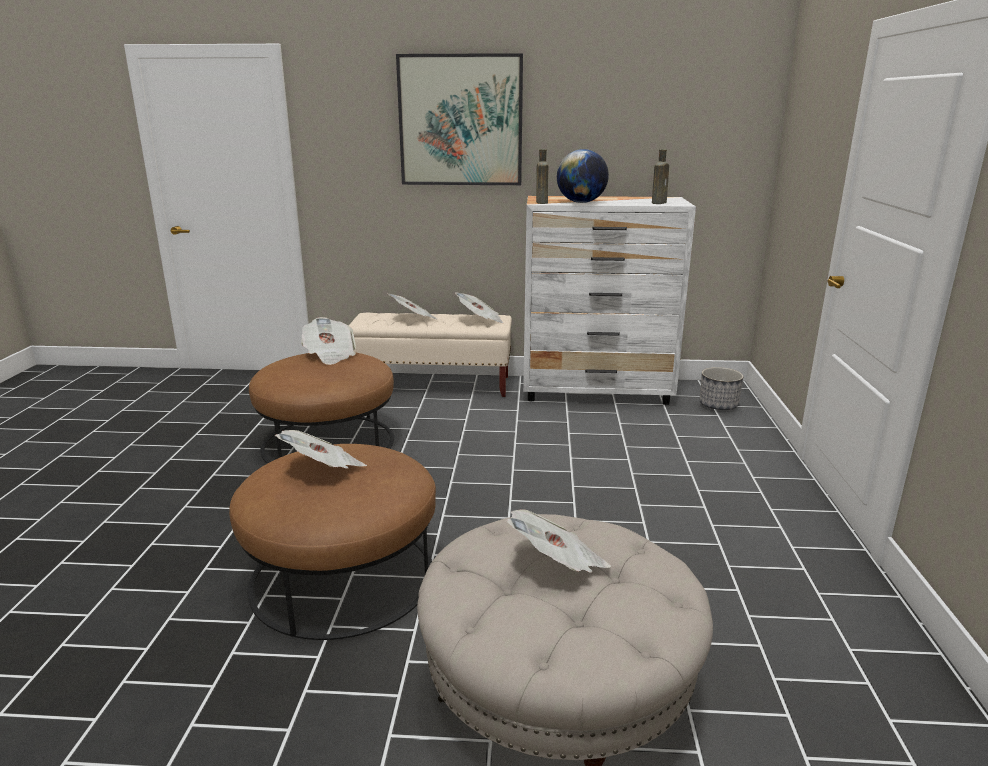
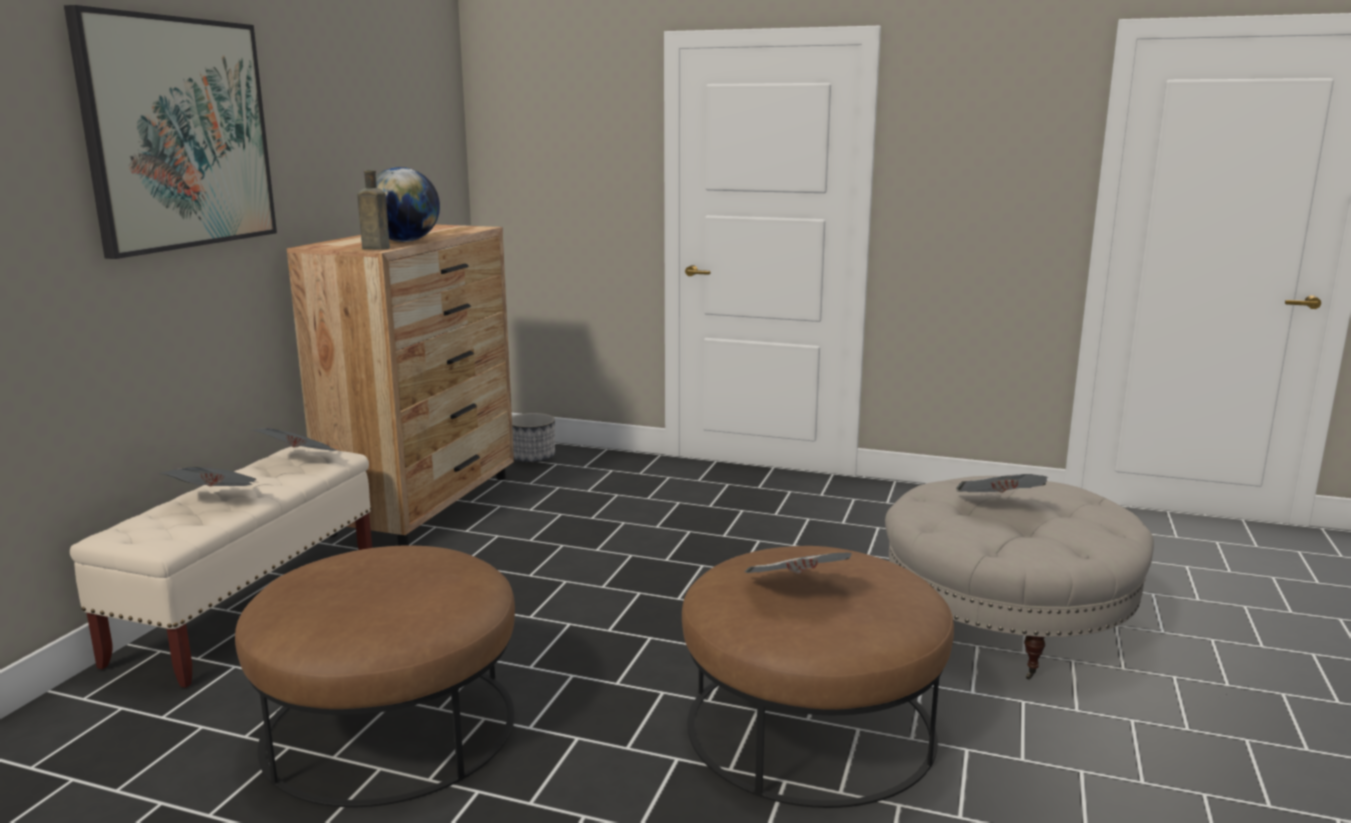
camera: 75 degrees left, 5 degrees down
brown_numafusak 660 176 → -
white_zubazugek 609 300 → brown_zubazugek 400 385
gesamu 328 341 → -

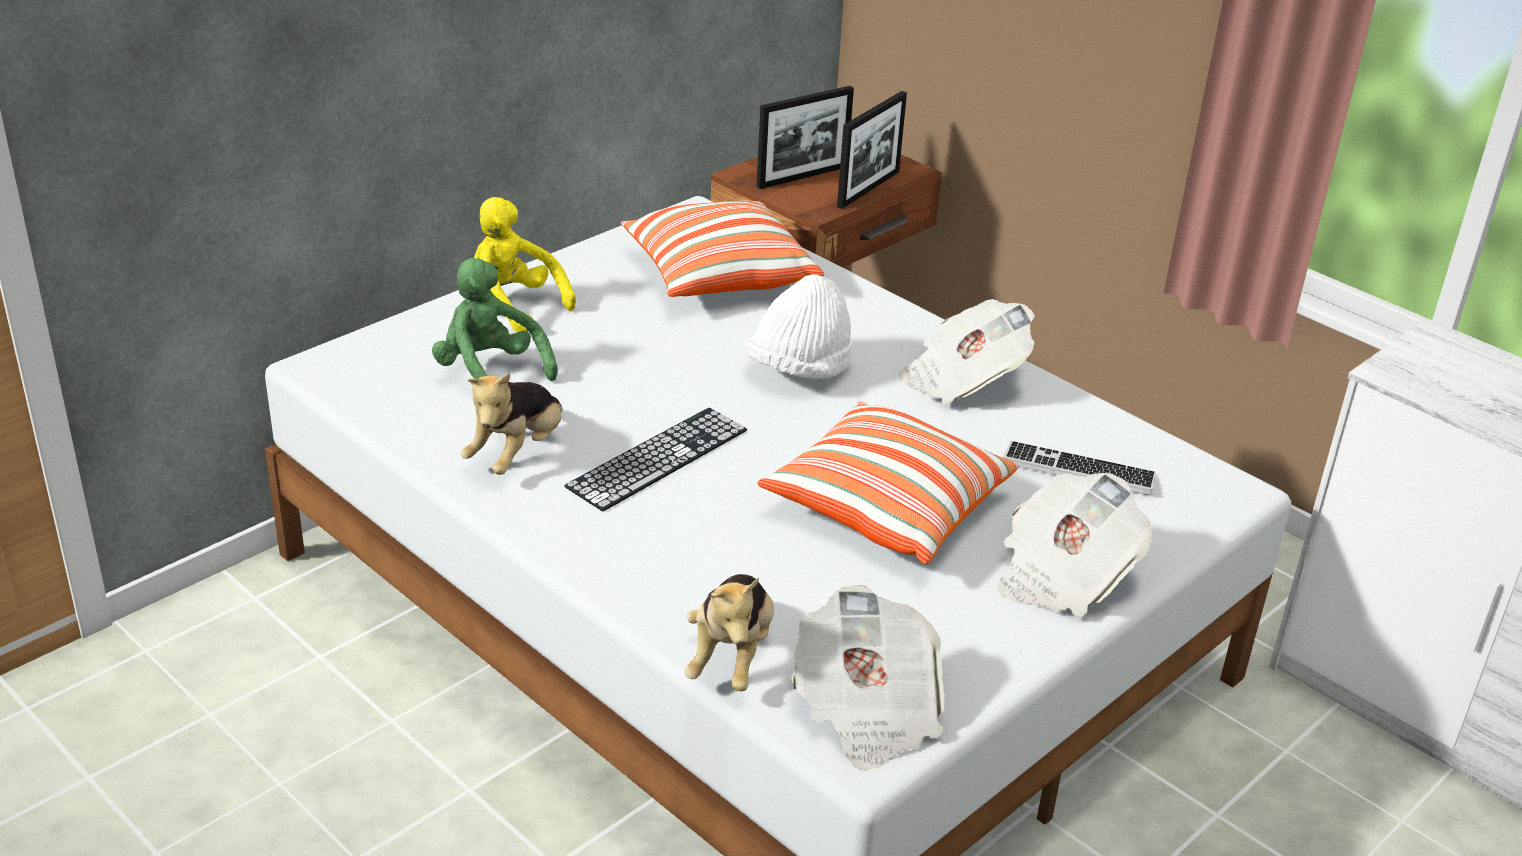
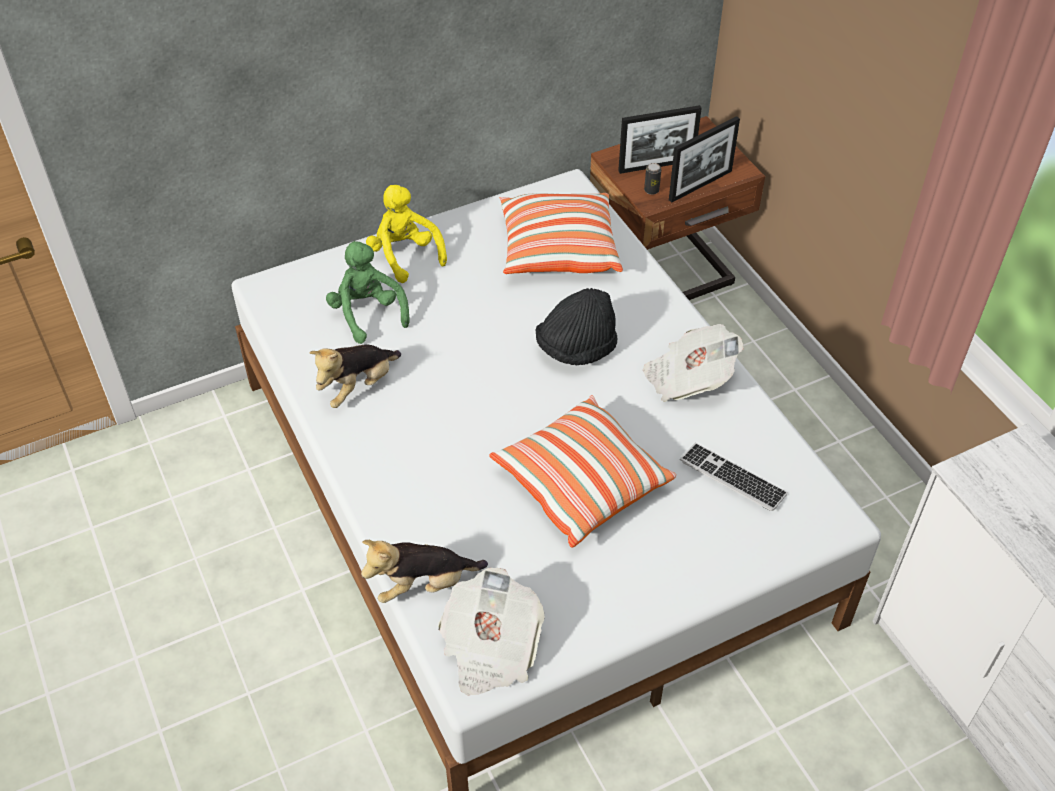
camera: 20 degrees right, 15 degrees up
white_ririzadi 799 326 → black_ririzadi 576 326
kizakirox 655 460 → -
gesamu 1074 544 → -
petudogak 729 633 → petudogak 424 571, 45 degrees clockwise
- → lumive 652 179

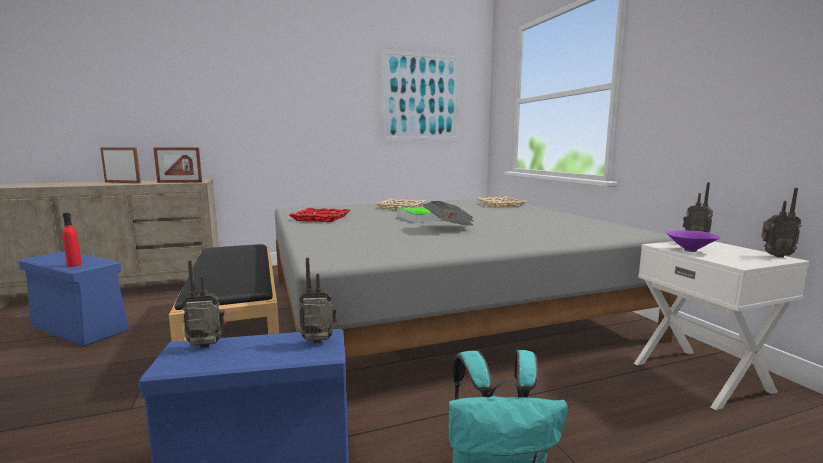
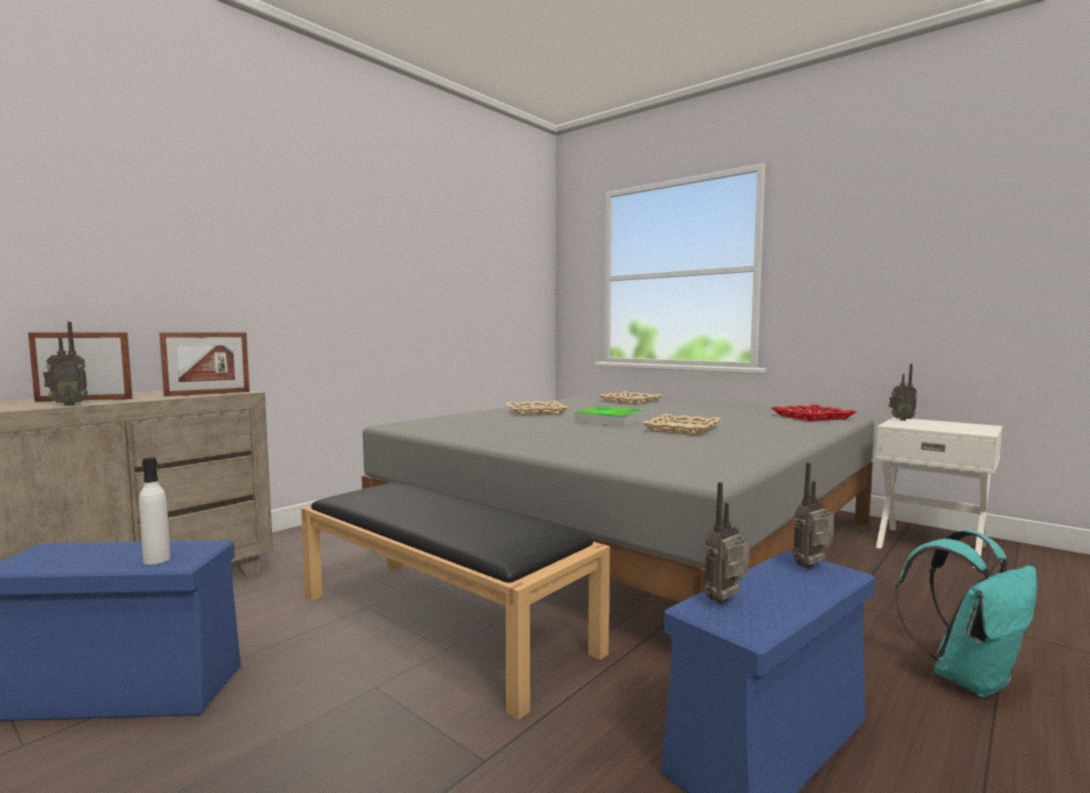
camera: 30 degrees left, 5 degrees down
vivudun 421 95 → -
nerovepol 781 223 → nerovepol 65 364, relocated
gesamu 448 213 → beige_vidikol 682 424
red_vidikol 319 215 → red_vidikol 813 413, relocated
red_numafusak 72 240 → white_numafusak 155 511
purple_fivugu 694 241 → -

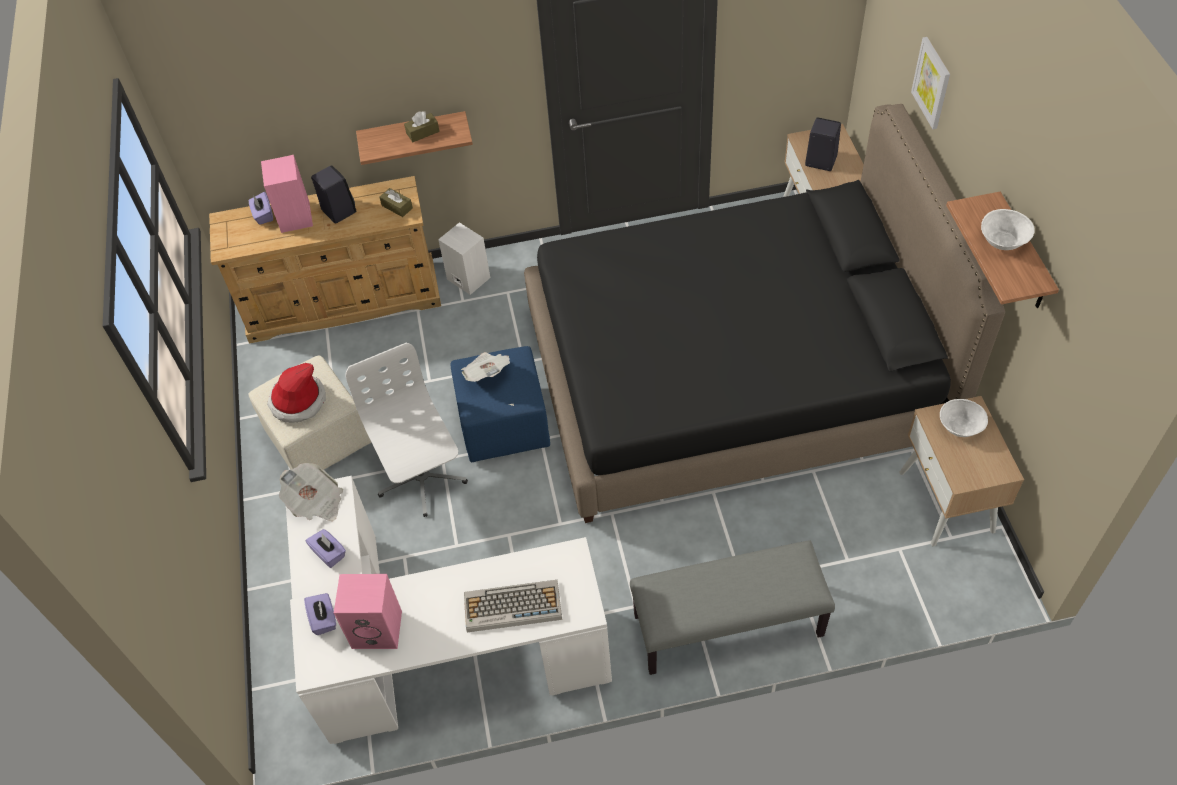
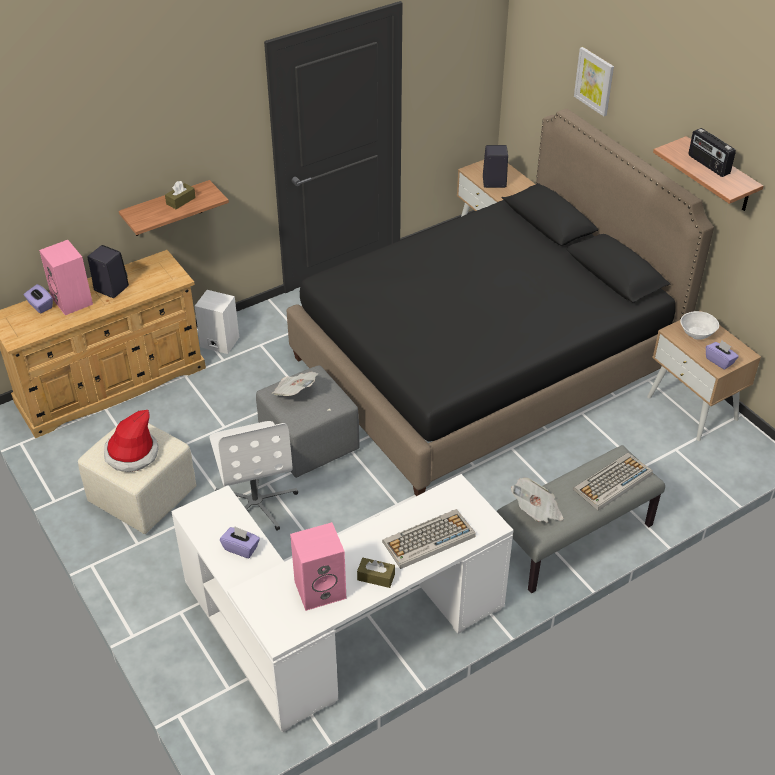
camera: 25 degrees left, 10 degrees down
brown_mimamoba 396 202 → brown_mimamoba 376 573, relocated
white_fivugu 1008 229 → nerovepol 712 152
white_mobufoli 406 430 → white_mobufoli 253 476, 150 degrees counterclockwise
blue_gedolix 500 404 → grey_gedolix 308 421
gesamu 311 492 → gesamu 537 500, relocated
purple_mimamoba 320 614 → purple_mimamoba 722 355, relocated
- → kizakirox 613 481

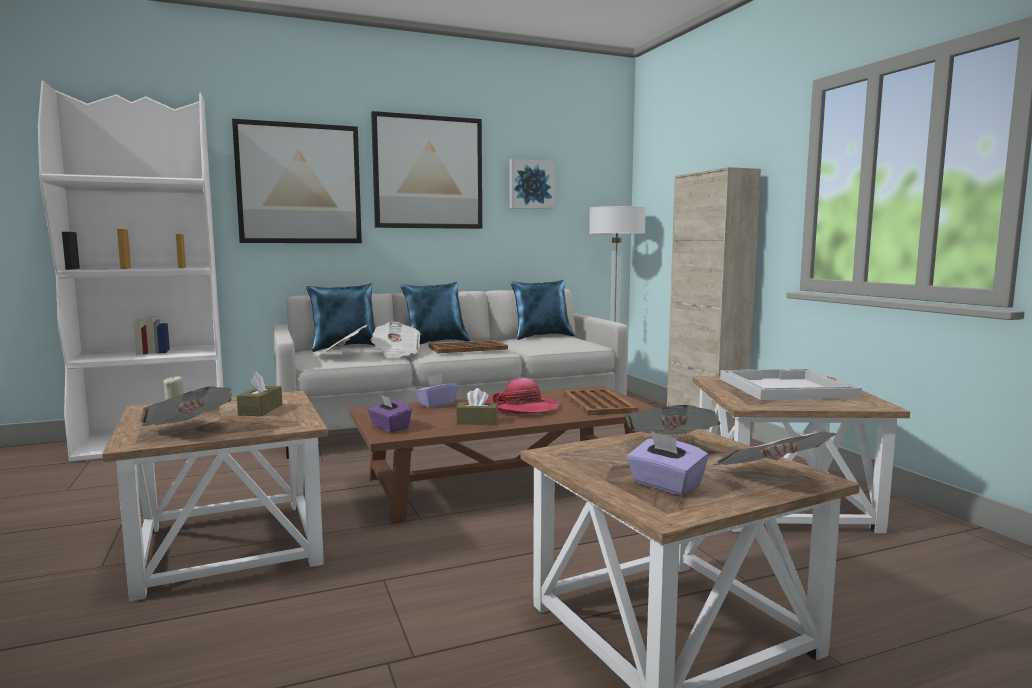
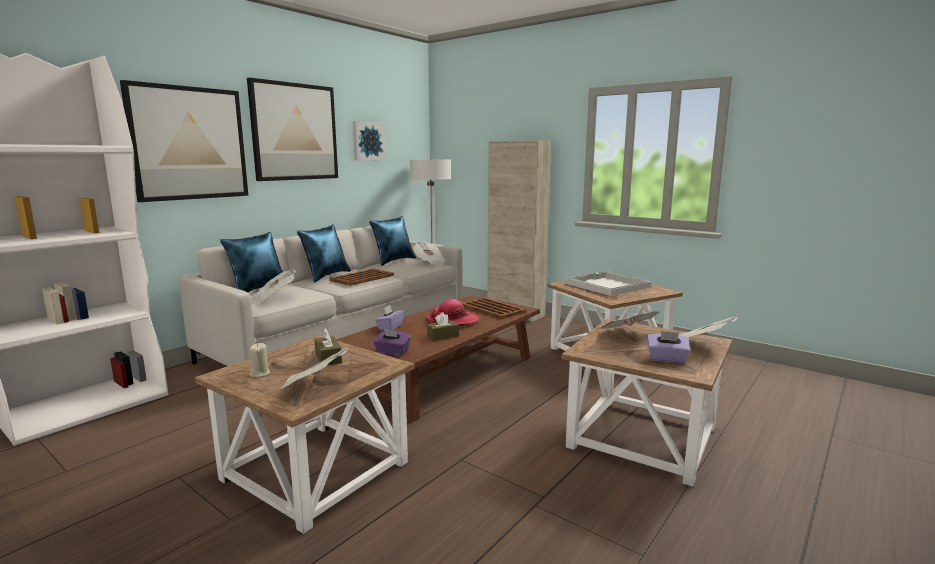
camera: 30 degrees left, 5 degrees up
gesamu 396 340 → gesamu 430 254, relocated

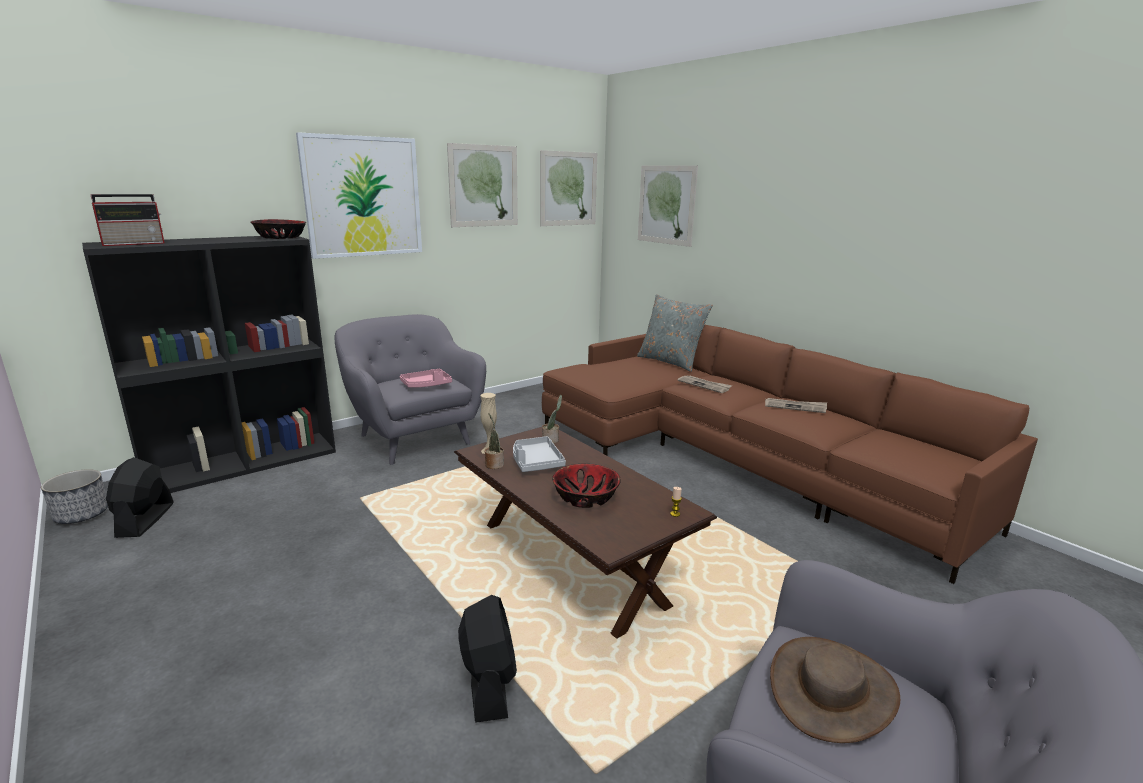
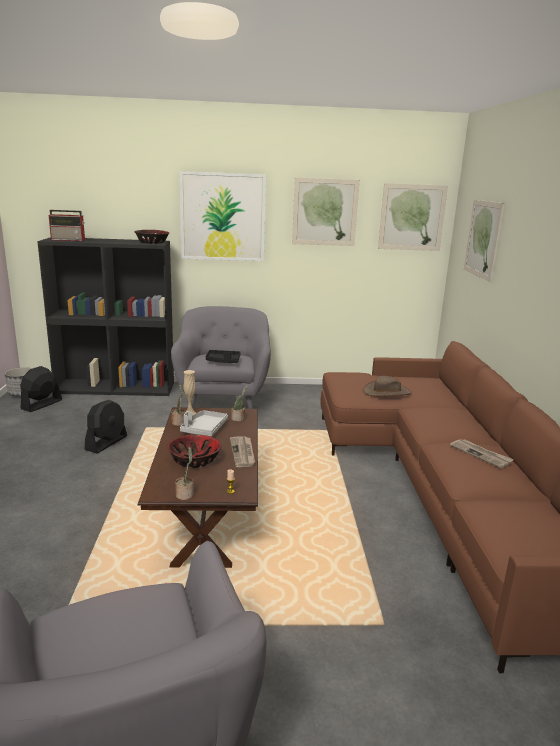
camera: 35 degrees right, 0 degrees up
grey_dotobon 675 333 → -
pink_vidikol 426 378 → black_vidikol 223 356
gesamu 704 384 → gesamu 242 451, relocated
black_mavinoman 487 659 → black_mavinoman 106 427, relocated
brown_ririzadi 835 690 → brown_ririzadi 387 386, relocated
- → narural 184 473

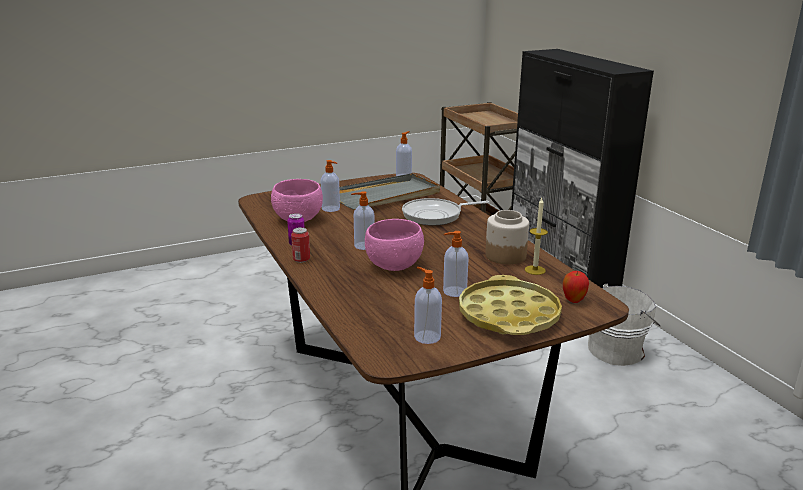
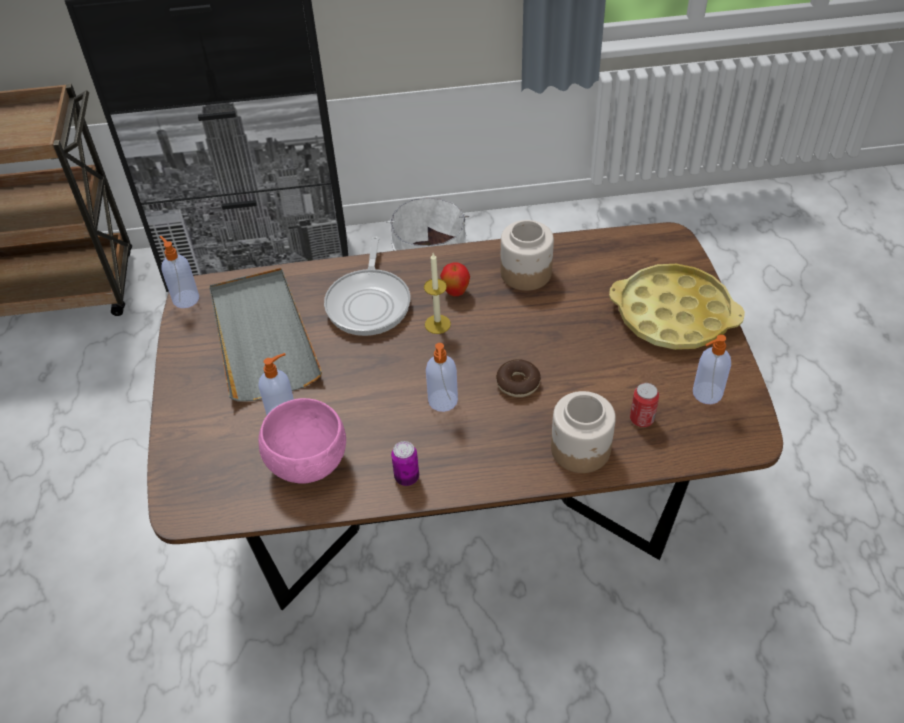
camera: 70 degrees left, 25 degrees up
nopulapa 536 236 → nopulapa 437 293, relocated
pink_fivugu 394 245 → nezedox 518 378
lumive 300 245 → lumive 644 405, relocated
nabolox 456 264 → -
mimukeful 576 287 → mimukeful 455 279, relocated
- → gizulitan 583 432

